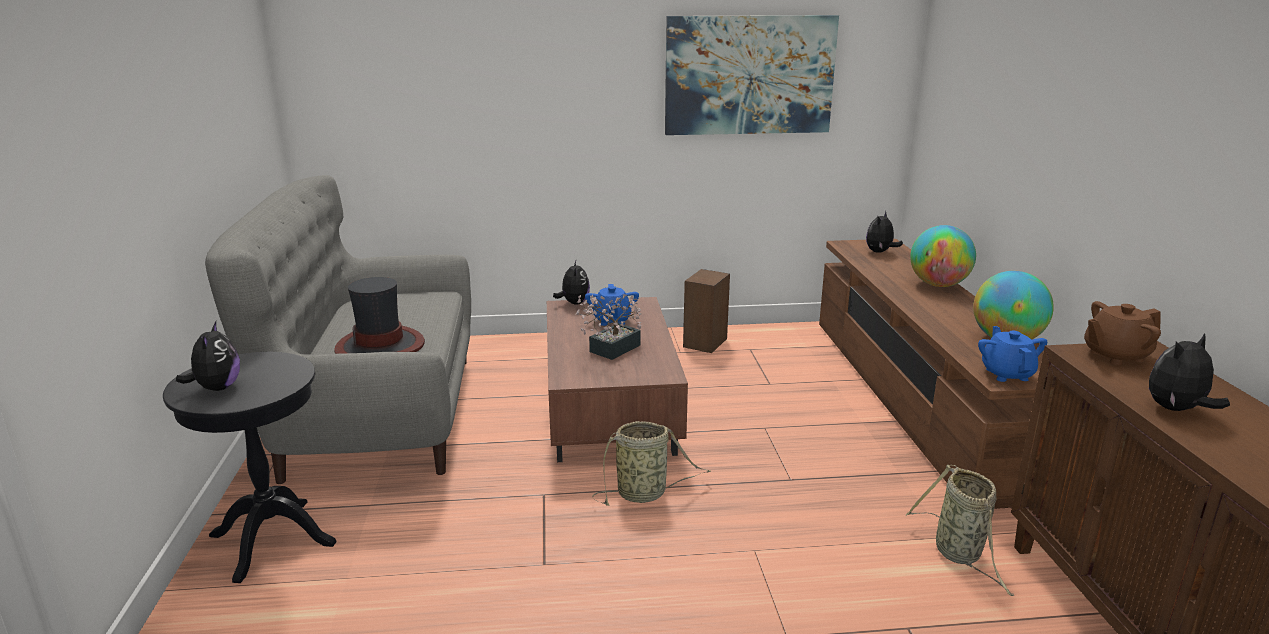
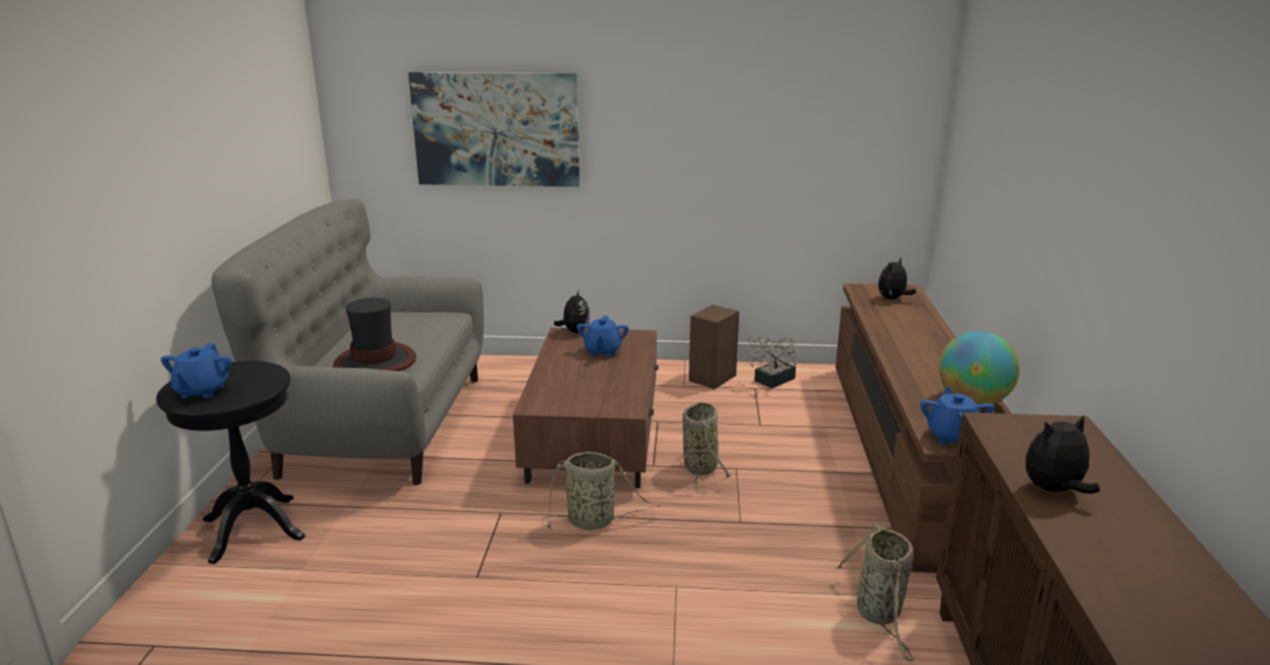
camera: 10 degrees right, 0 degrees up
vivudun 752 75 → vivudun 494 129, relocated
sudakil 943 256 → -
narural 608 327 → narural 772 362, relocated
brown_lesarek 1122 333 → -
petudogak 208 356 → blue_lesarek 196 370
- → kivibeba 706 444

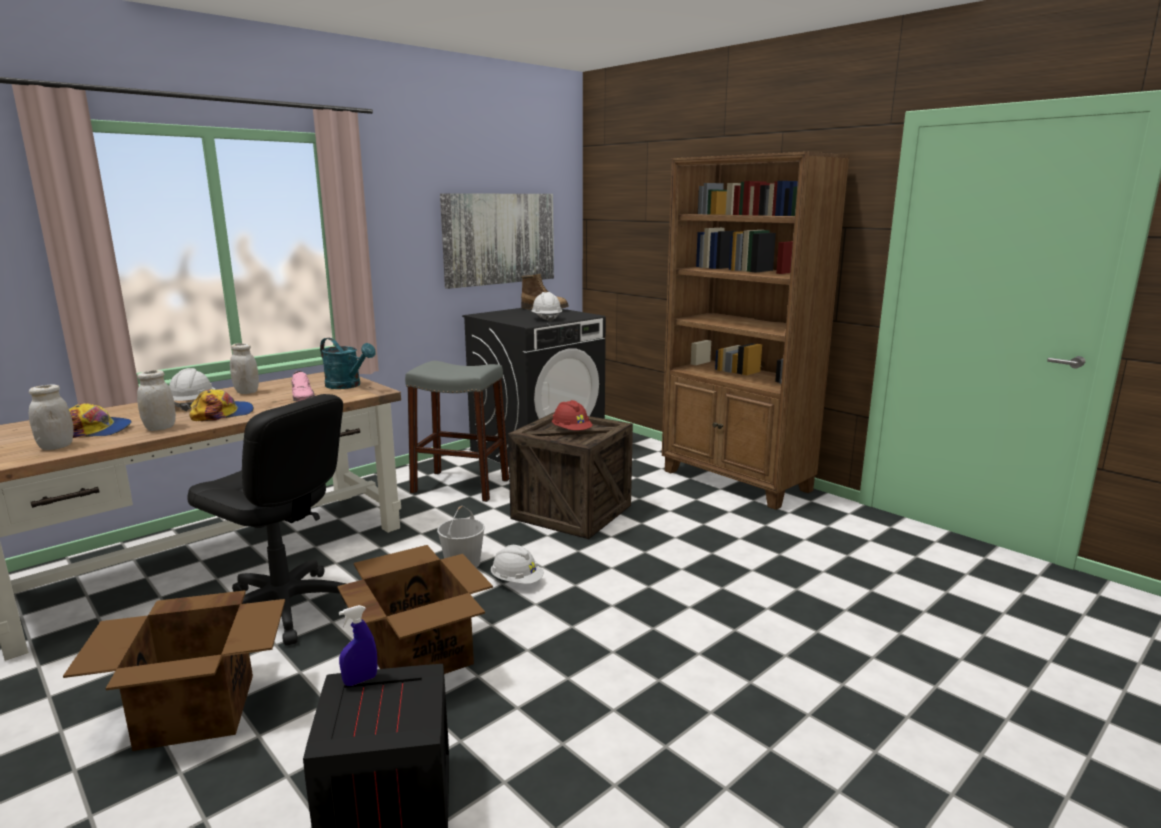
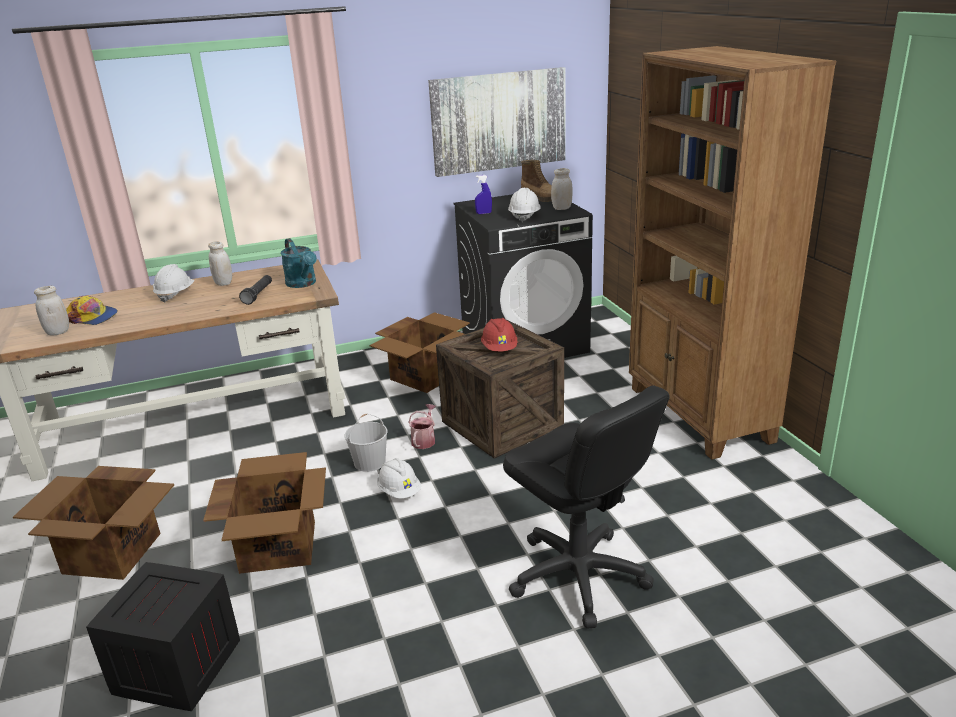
camera: 25 degrees right, 10 degrees up
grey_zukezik 457 431 → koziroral 420 352
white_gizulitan 156 400 → white_gizulitan 562 189, relocated
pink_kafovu 303 386 → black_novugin 255 290
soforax 221 405 → -
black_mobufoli 267 520 → black_mobufoli 586 507, relocated
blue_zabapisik 358 645 → blue_zabapisik 483 194, relocated
- → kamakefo 422 426

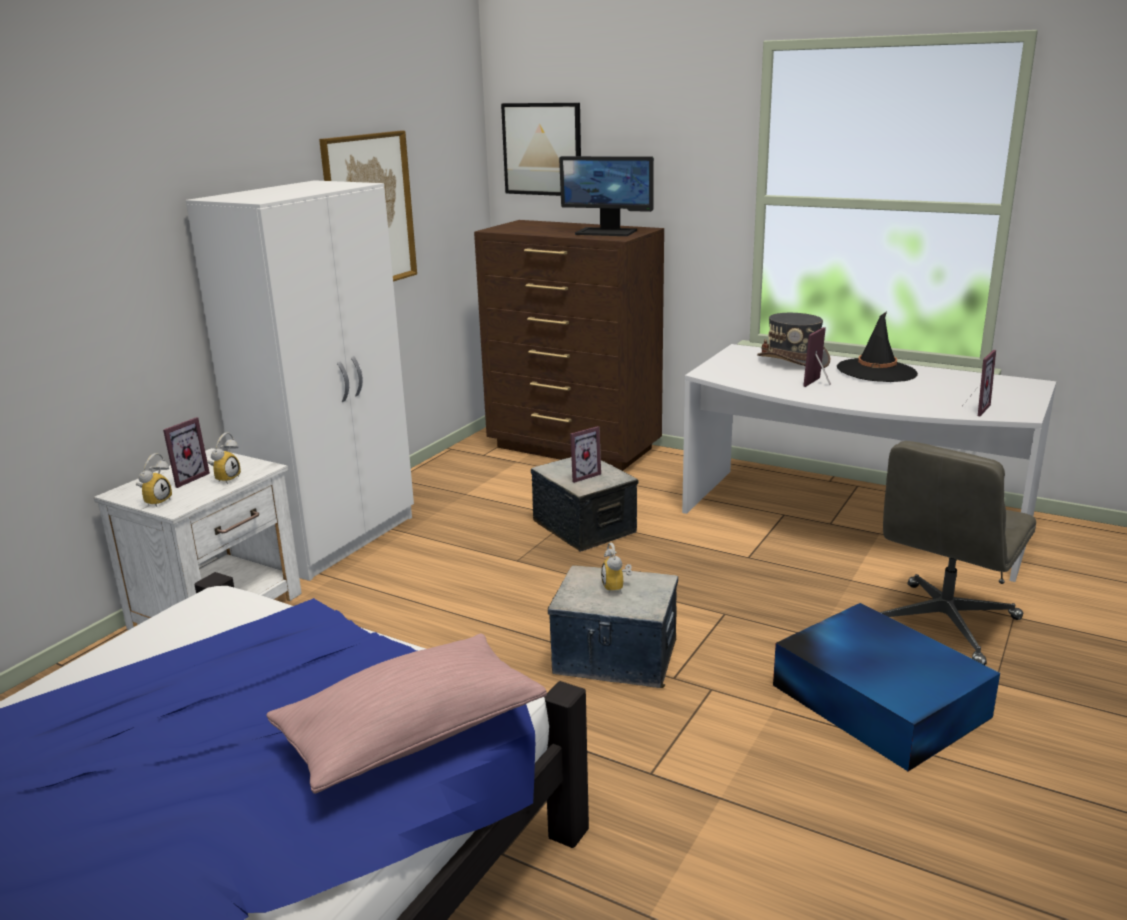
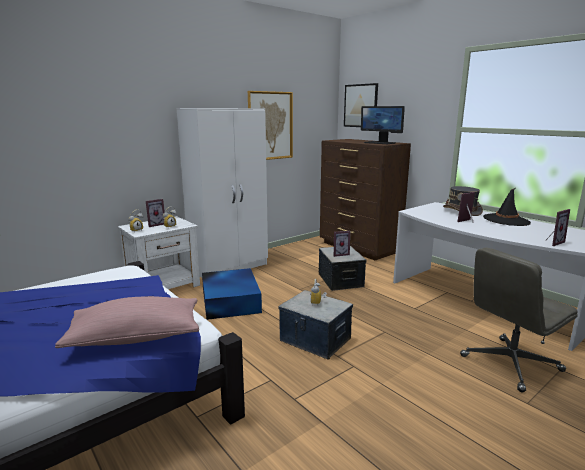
camera: 20 degrees right, 5 degrees down
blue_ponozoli 886 687 → blue_ponozoli 232 294, relocated

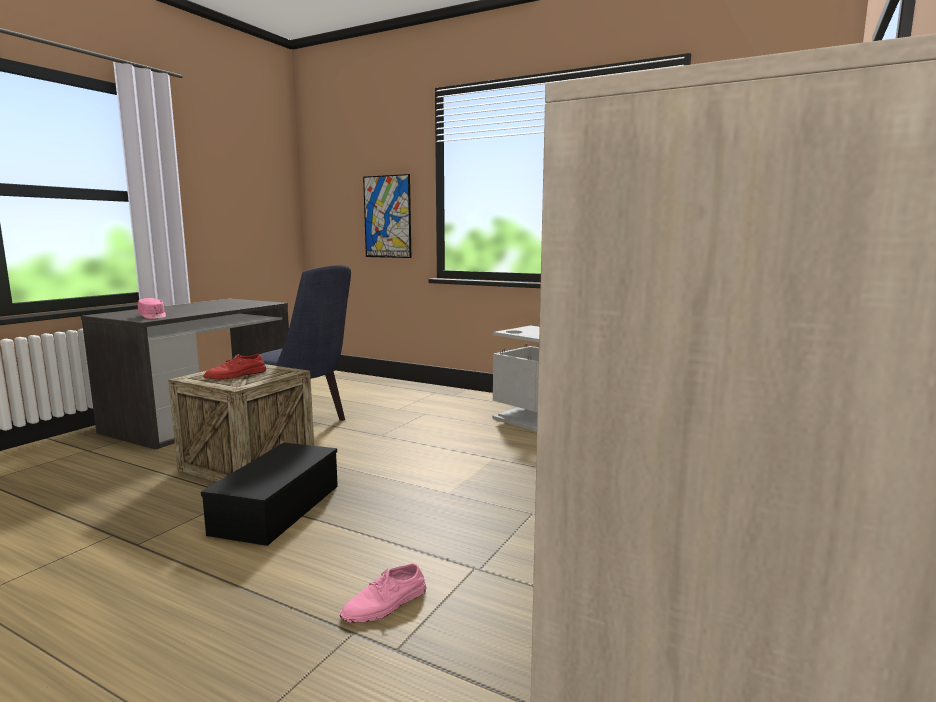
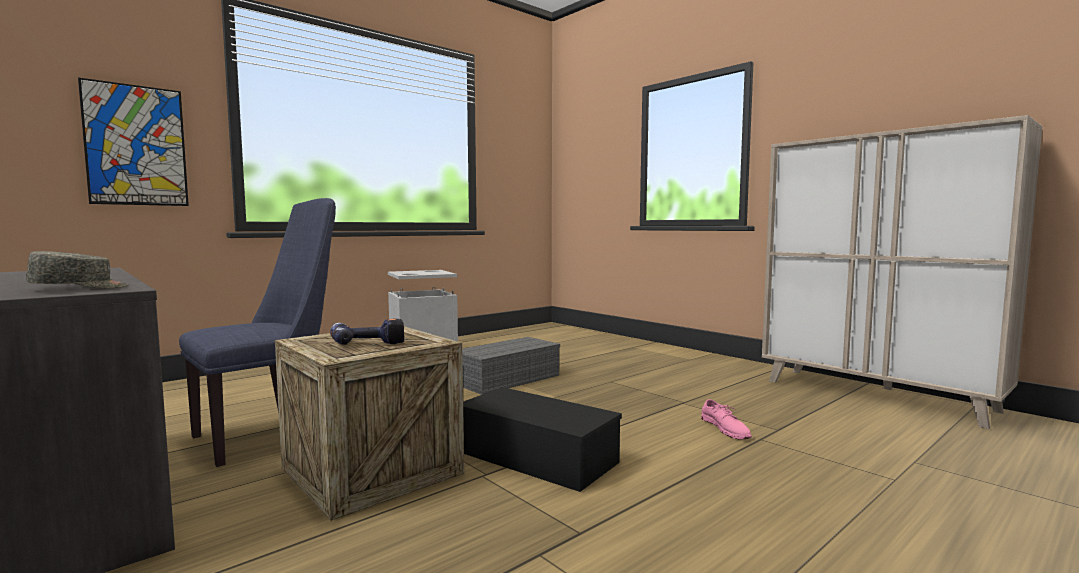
camera: 70 degrees left, 5 degrees down
pink_soforax 152 308 → grey_soforax 77 270
red_kafovu 234 366 → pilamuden 367 332
- → grey_ponozoli 511 366

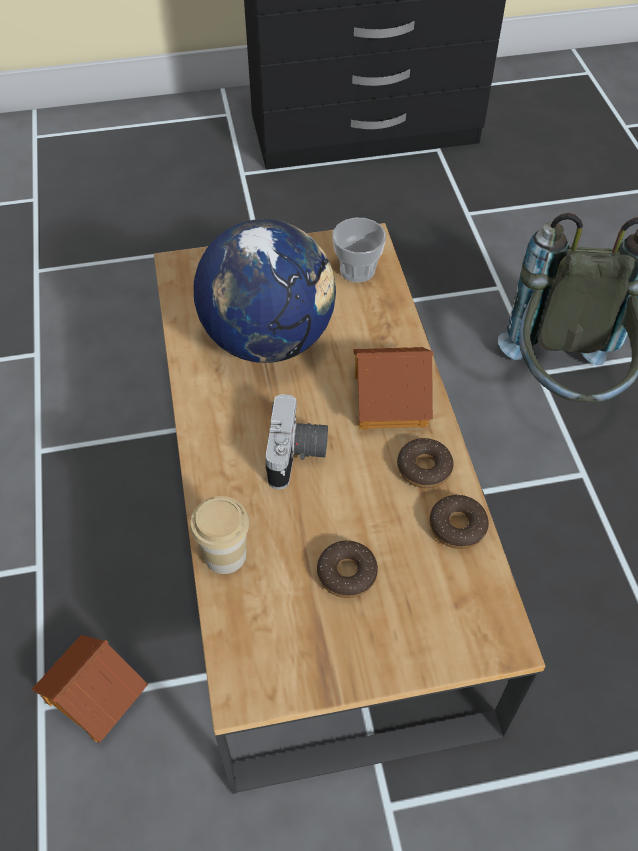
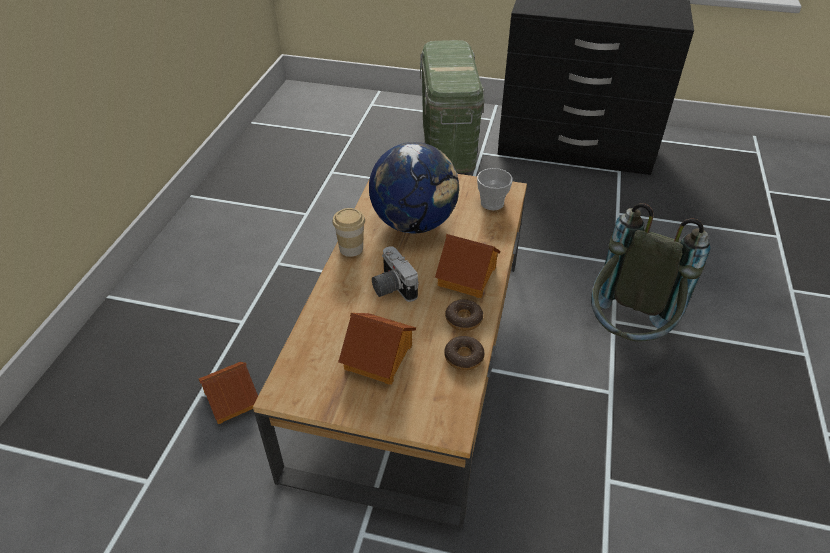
camera: 25 degrees right, 10 degrees down
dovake 296 441 → dovake 395 274, 120 degrees clockwise
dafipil 219 535 → dafipil 349 232, relocated
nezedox 347 569 → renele 377 349
- → green_ponozoli 452 106

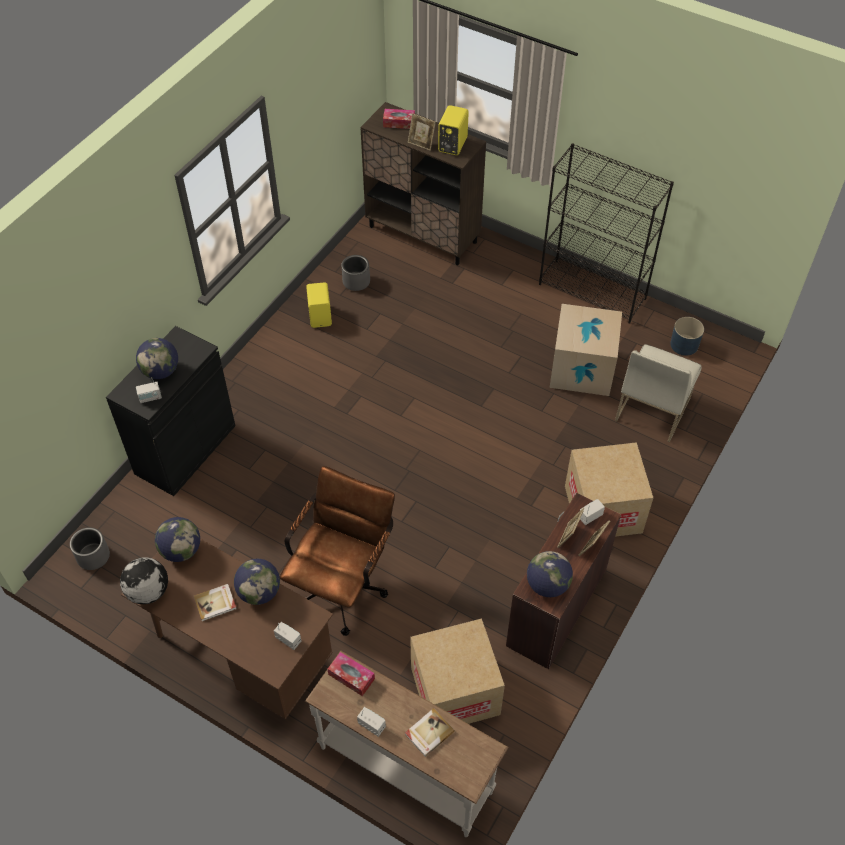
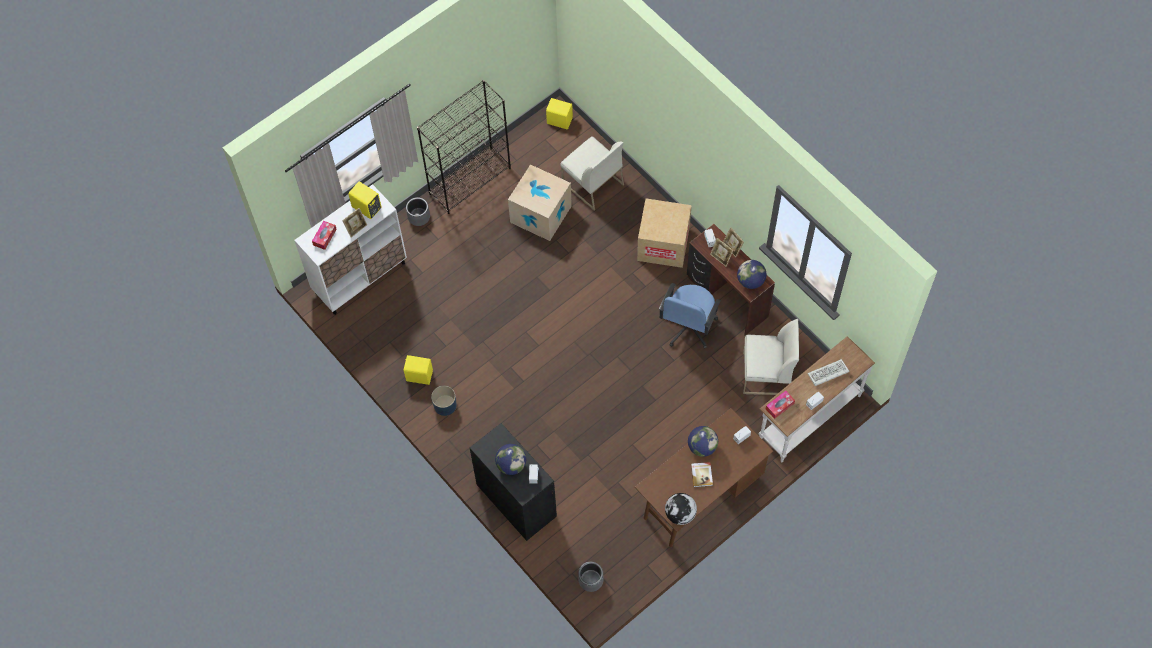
camera: 70 degrees left, 10 degrees up
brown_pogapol 423 183 → white_pogapol 350 249
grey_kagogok 355 273 → grey_kagogok 418 211, relocated
blue_kagogok 687 336 → blue_kagogok 444 401, relocated
brown_mobufoli 337 551 → -
sudakil 177 539 → -
koziroral 457 671 → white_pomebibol 771 357
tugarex 430 732 → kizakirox 828 372
- → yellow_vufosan 559 113
- → blue_mobufoli 690 316

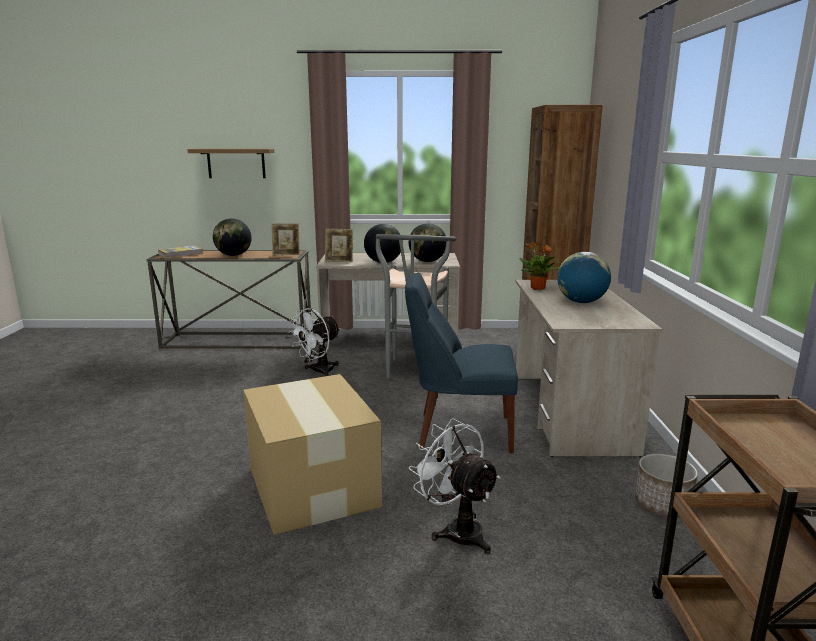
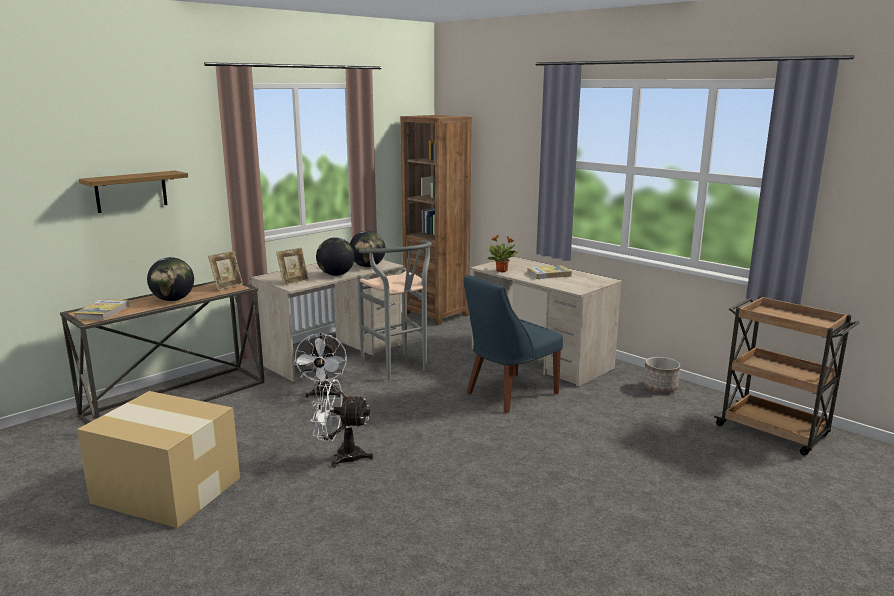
camera: 45 degrees left, 0 degrees up
sudakil 584 277 → tugarex 549 272
koziroral 312 454 → koziroral 158 459, relocated
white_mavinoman 454 486 → white_mavinoman 342 423, relocated

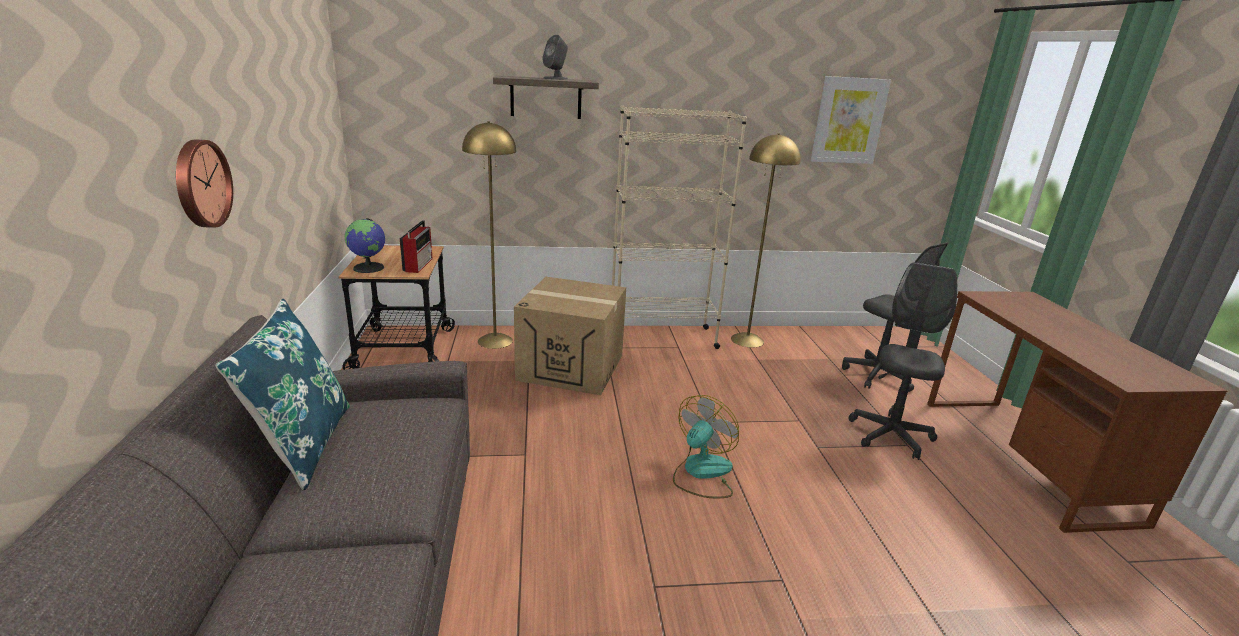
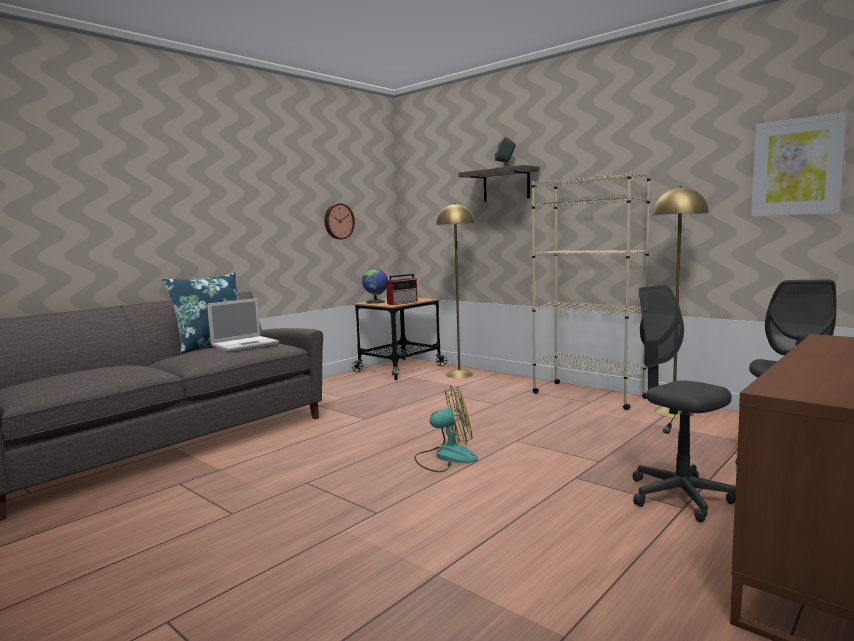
camera: 50 degrees right, 15 degrees down
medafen 204 184 → medafen 339 221, relocated
grey_mobufoli 903 361 → grey_mobufoli 684 403, 105 degrees counterclockwise
koziroral 570 336 → -
- → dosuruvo 243 324

